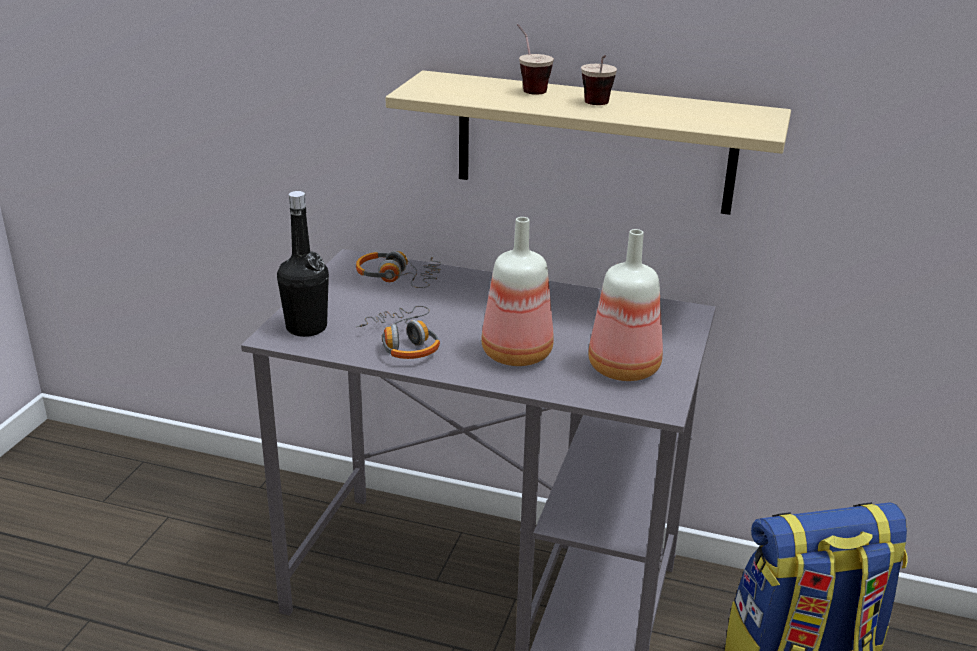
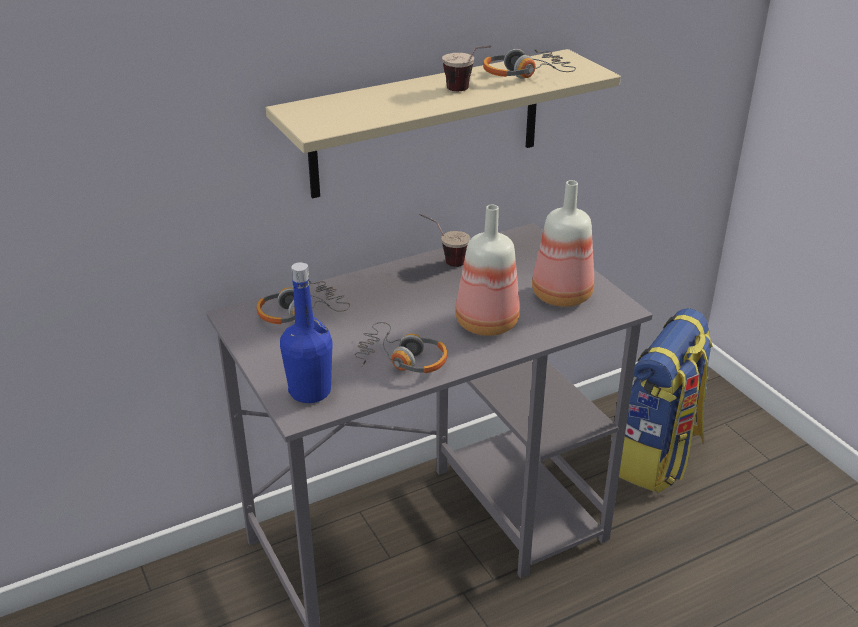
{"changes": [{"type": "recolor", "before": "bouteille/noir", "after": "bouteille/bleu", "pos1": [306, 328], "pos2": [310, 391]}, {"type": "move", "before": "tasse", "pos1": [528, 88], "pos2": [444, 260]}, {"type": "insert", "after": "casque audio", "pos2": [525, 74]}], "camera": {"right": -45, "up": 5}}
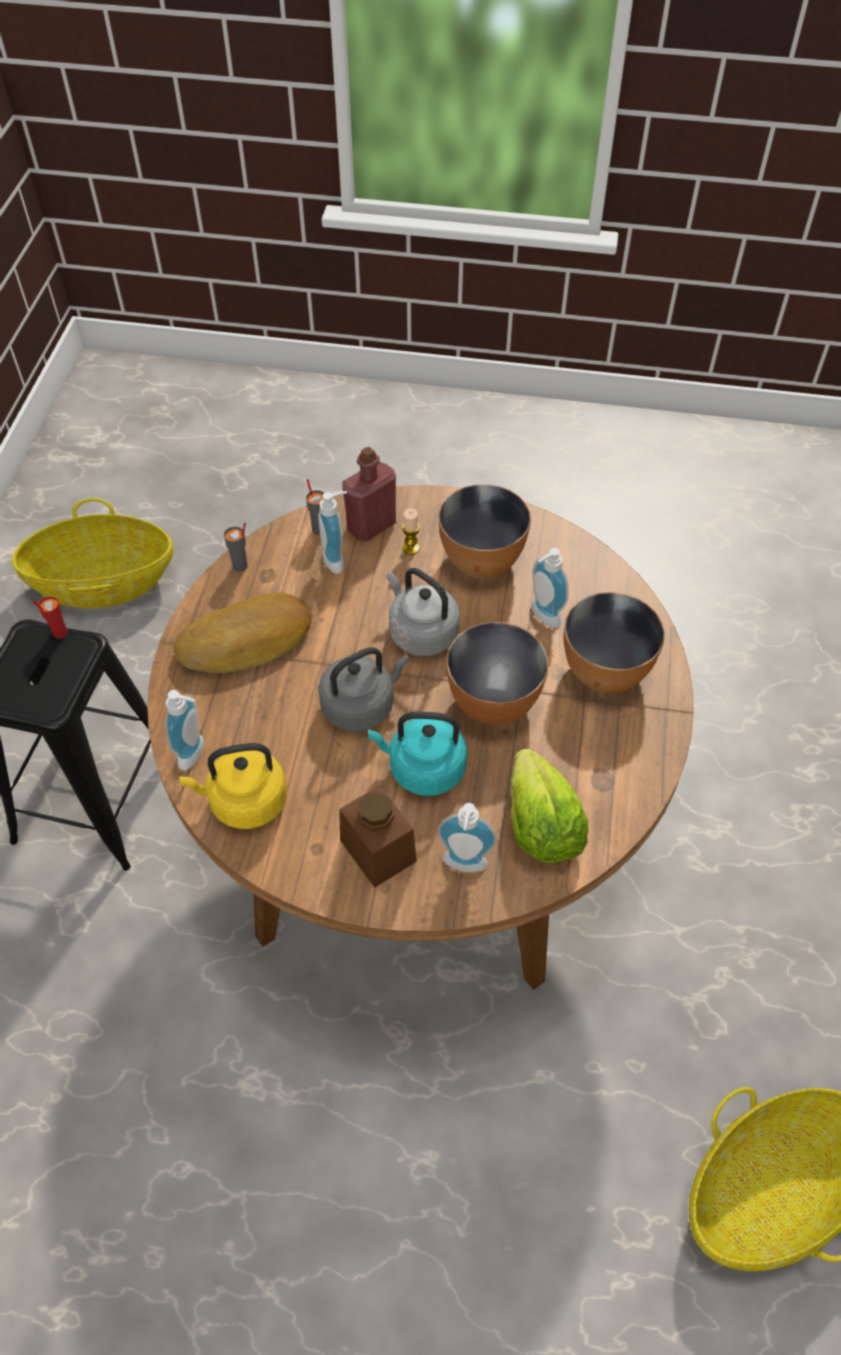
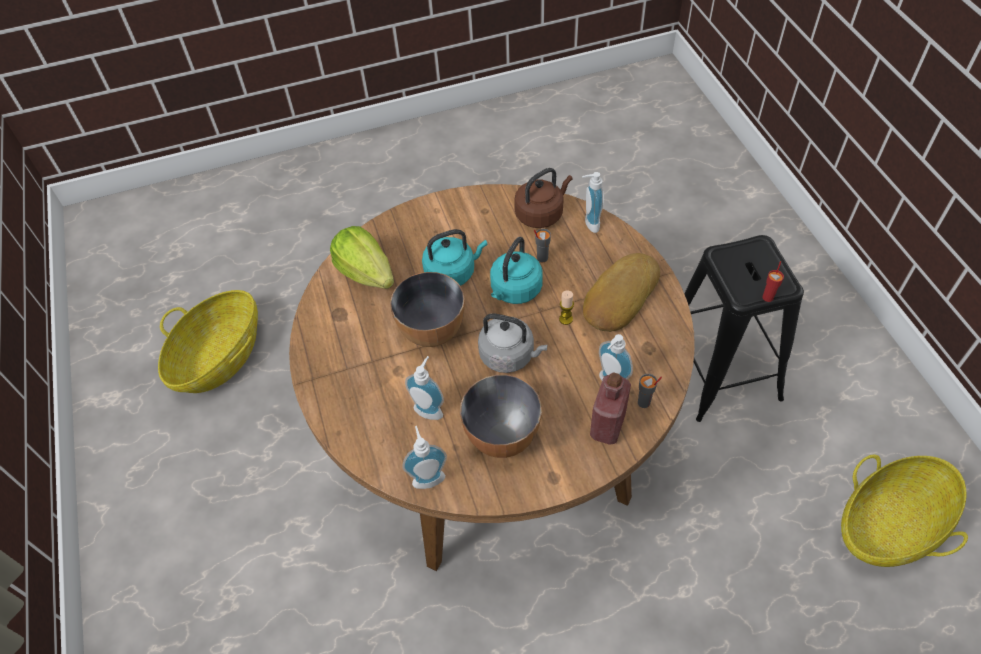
{"changes": [{"type": "move", "before": "distributeur de savon", "pos1": [464, 866], "pos2": [427, 477]}, {"type": "recolor", "before": "bouilloire/gris", "after": "bouilloire/turquoise", "pos1": [361, 705], "pos2": [515, 291]}, {"type": "recolor", "before": "bouilloire/jaune", "after": "bouilloire/marron", "pos1": [244, 802], "pos2": [541, 214]}, {"type": "move", "before": "tasse/gris", "pos1": [240, 566], "pos2": [542, 258]}, {"type": "move", "before": "bougie", "pos1": [411, 548], "pos2": [566, 319]}, {"type": "delete", "before": "bocal/marron", "pos1": [378, 850]}, {"type": "delete", "before": "bol", "pos1": [606, 671]}], "camera": {"right": 155, "up": 0}}
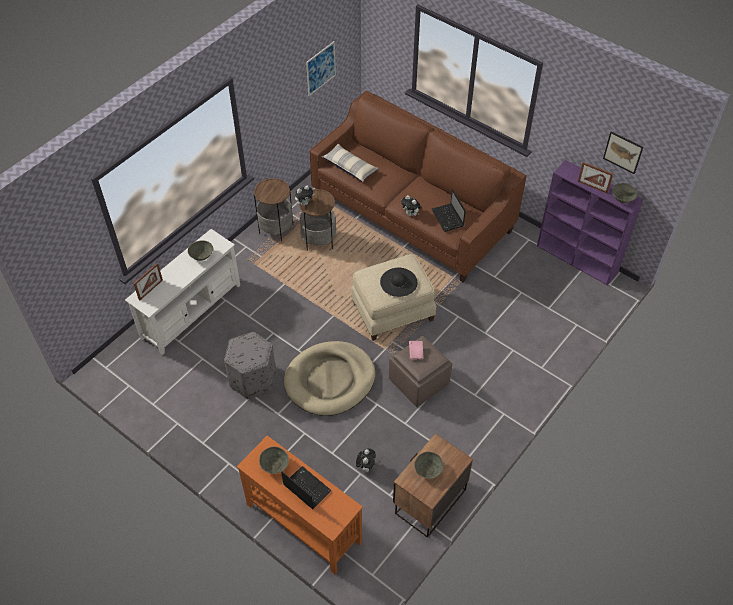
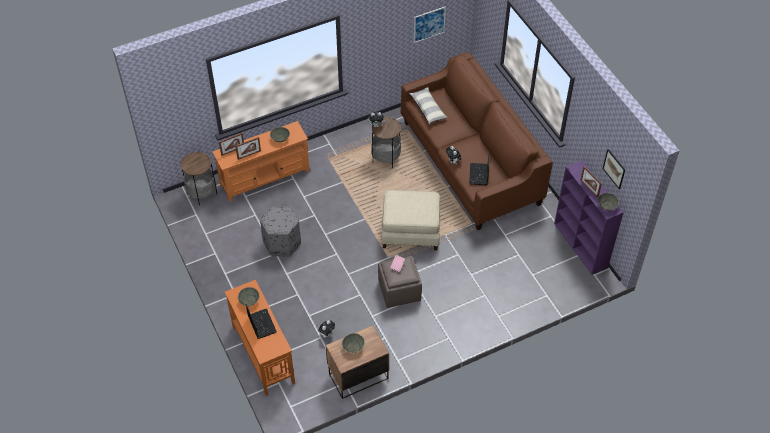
{"changes": [{"type": "move", "before": "table d'appoint", "pos1": [276, 229], "pos2": [202, 193]}, {"type": "recolor", "before": "meuble télé/blanc", "after": "meuble télé/orange", "pos1": [191, 311], "pos2": [265, 178]}, {"type": "insert", "after": "cadre photo", "pos2": [249, 155]}, {"type": "delete", "before": "panier pour chien/beige", "pos1": [330, 380]}, {"type": "delete", "before": "chapeau/noir", "pos1": [398, 282]}], "camera": {"right": 25, "up": 0}}
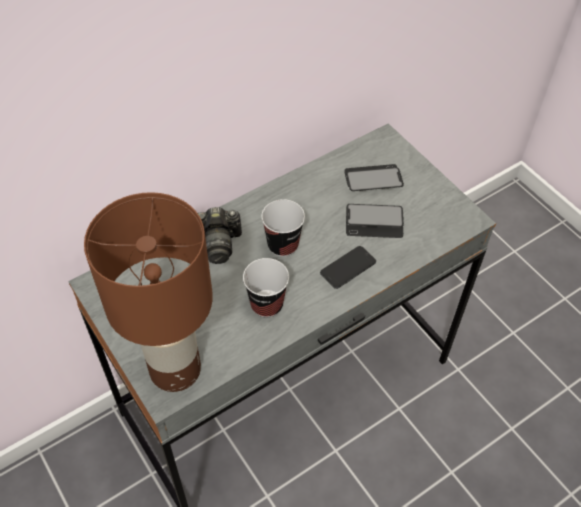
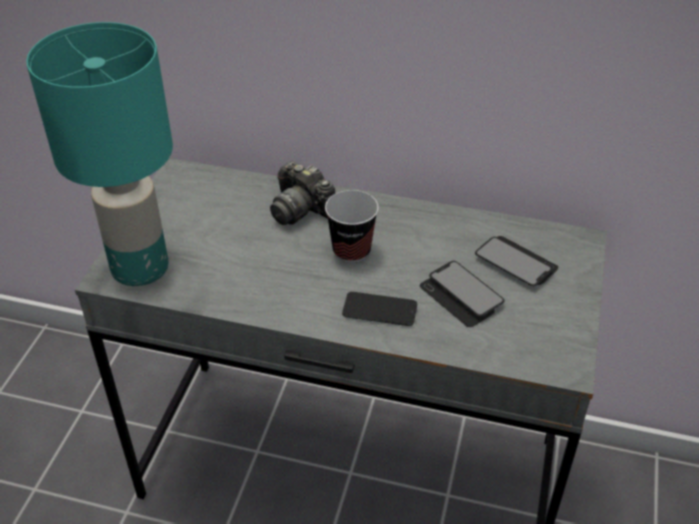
{"changes": [{"type": "recolor", "before": "lampe de table/marron", "after": "lampe de table/turquoise", "pos1": [174, 370], "pos2": [138, 267]}, {"type": "delete", "before": "tasse", "pos1": [266, 304]}], "camera": {"right": 50, "up": -10}}
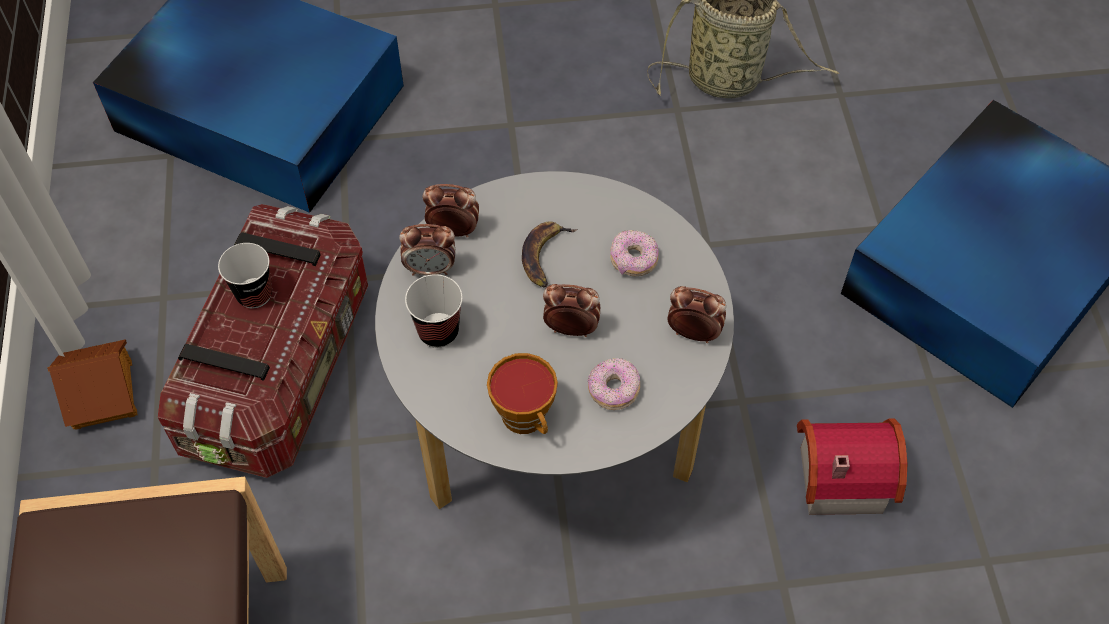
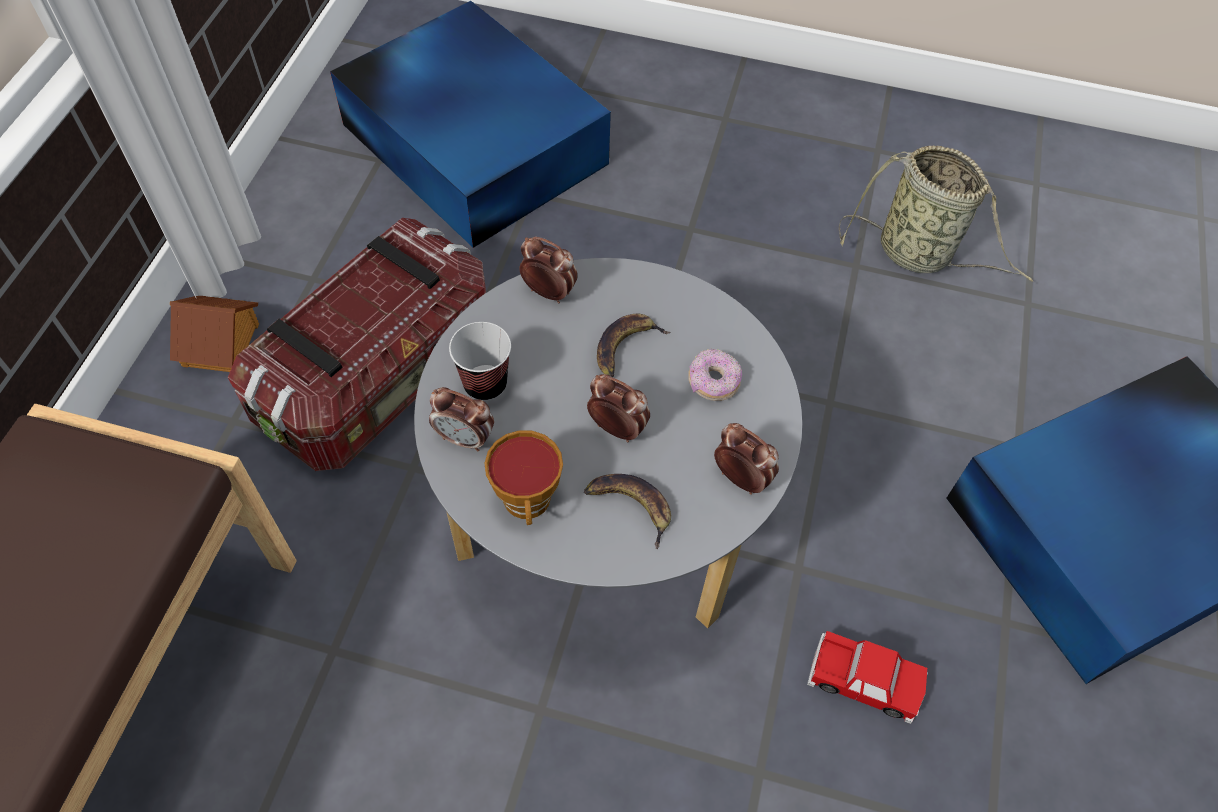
{"changes": [{"type": "move", "before": "réveil", "pos1": [430, 269], "pos2": [465, 438]}, {"type": "replace", "before": "beignet", "after": "banane", "pos1": [613, 390], "pos2": [629, 506]}, {"type": "replace", "before": "maison miniature", "after": "petite voiture", "pos1": [837, 474], "pos2": [865, 680]}, {"type": "delete", "before": "tasse", "pos1": [254, 294]}], "camera": {"right": 20, "up": 0}}
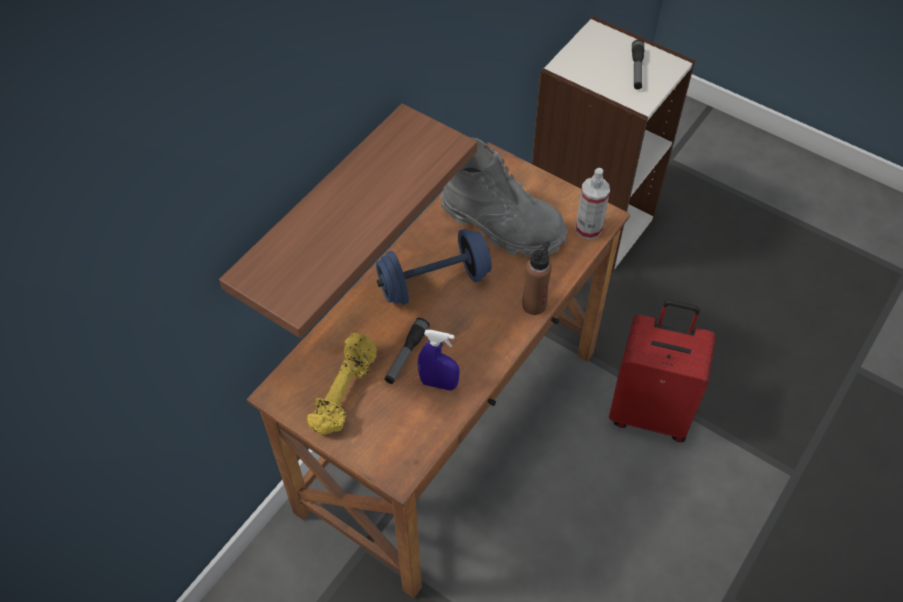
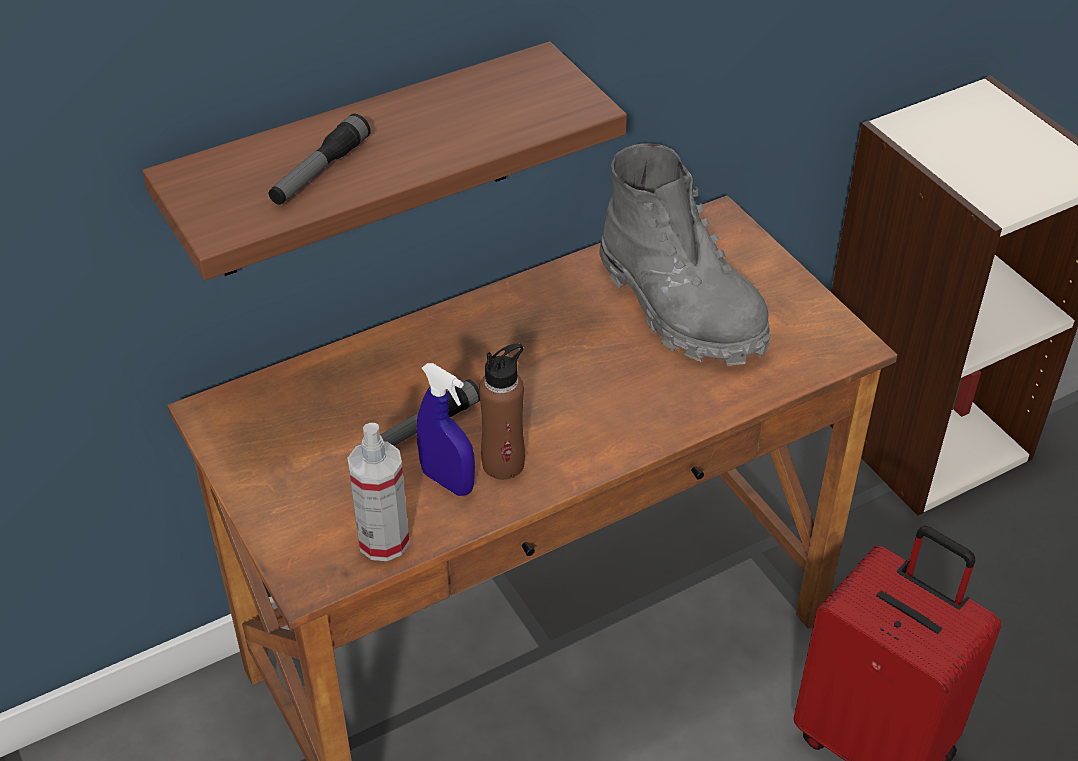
{"changes": [{"type": "move", "before": "lampe de poche", "pos1": [637, 70], "pos2": [320, 171]}, {"type": "move", "before": "vaporisateur", "pos1": [588, 229], "pos2": [383, 541]}, {"type": "move", "before": "bouteille/marron", "pos1": [534, 305], "pos2": [503, 463]}, {"type": "delete", "before": "haltère/jaune", "pos1": [345, 393]}, {"type": "delete", "before": "haltère/bleu", "pos1": [434, 282]}], "camera": {"right": 25, "up": -10}}
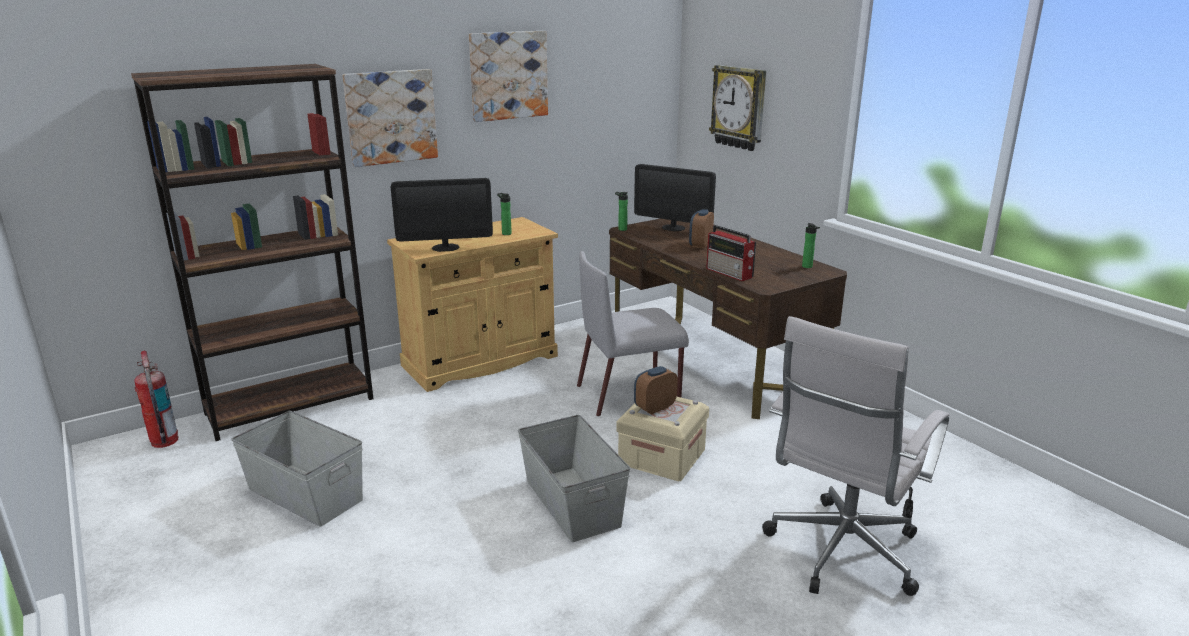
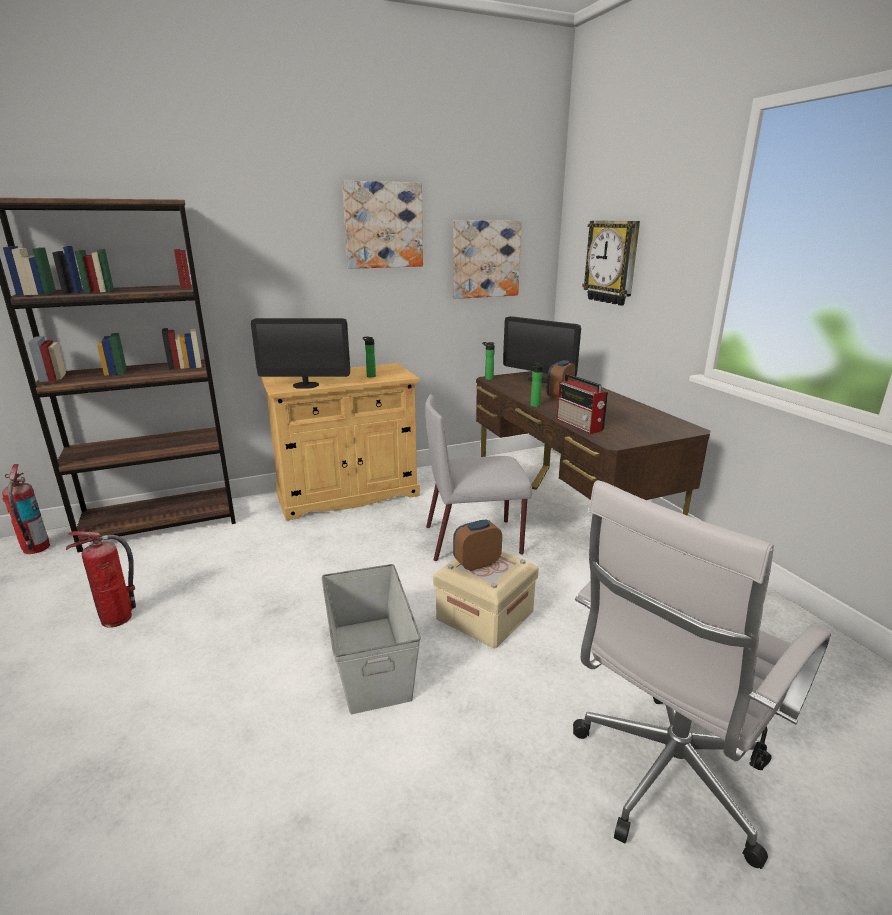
{"changes": [{"type": "replace", "before": "boîte de rangement/gris", "after": "extincteur", "pos1": [305, 494], "pos2": [117, 618]}, {"type": "move", "before": "tableau", "pos1": [391, 117], "pos2": [485, 259]}, {"type": "move", "before": "bouteille", "pos1": [808, 267], "pos2": [536, 406]}], "camera": {"right": 10, "up": 0}}
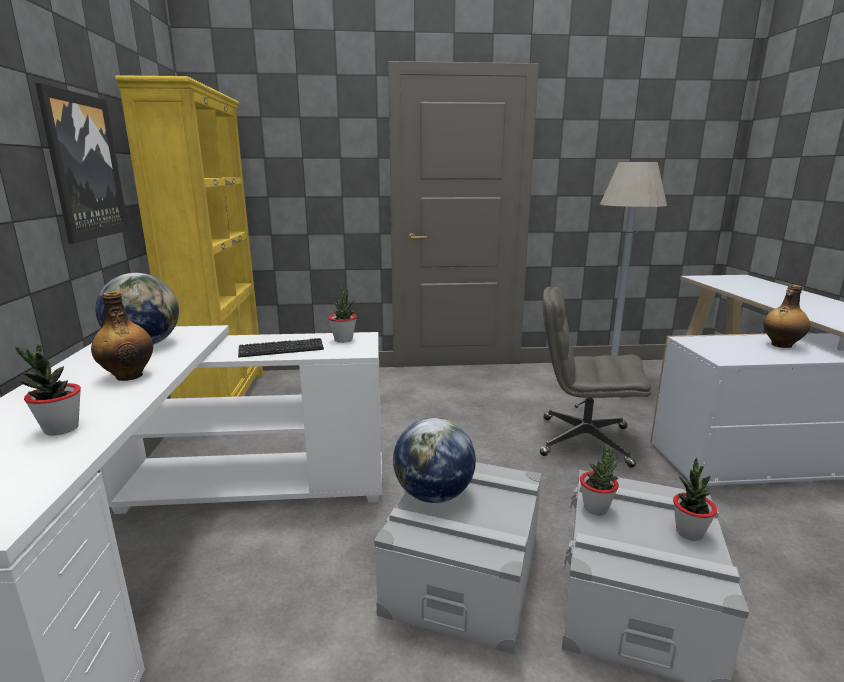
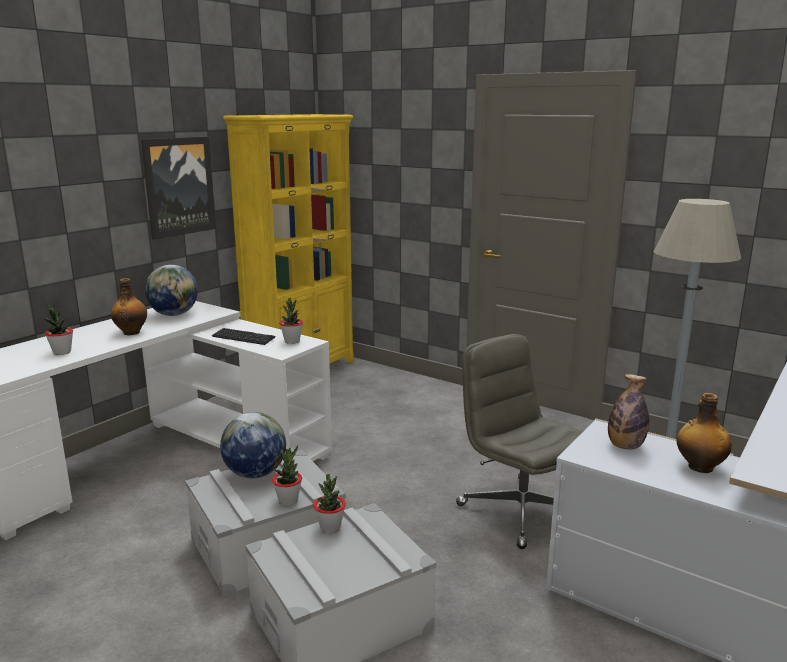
{"changes": [{"type": "move", "before": "plante en pot", "pos1": [689, 532], "pos2": [288, 500]}, {"type": "insert", "after": "bouteille", "pos2": [625, 446]}], "camera": {"right": 40, "up": 0}}
